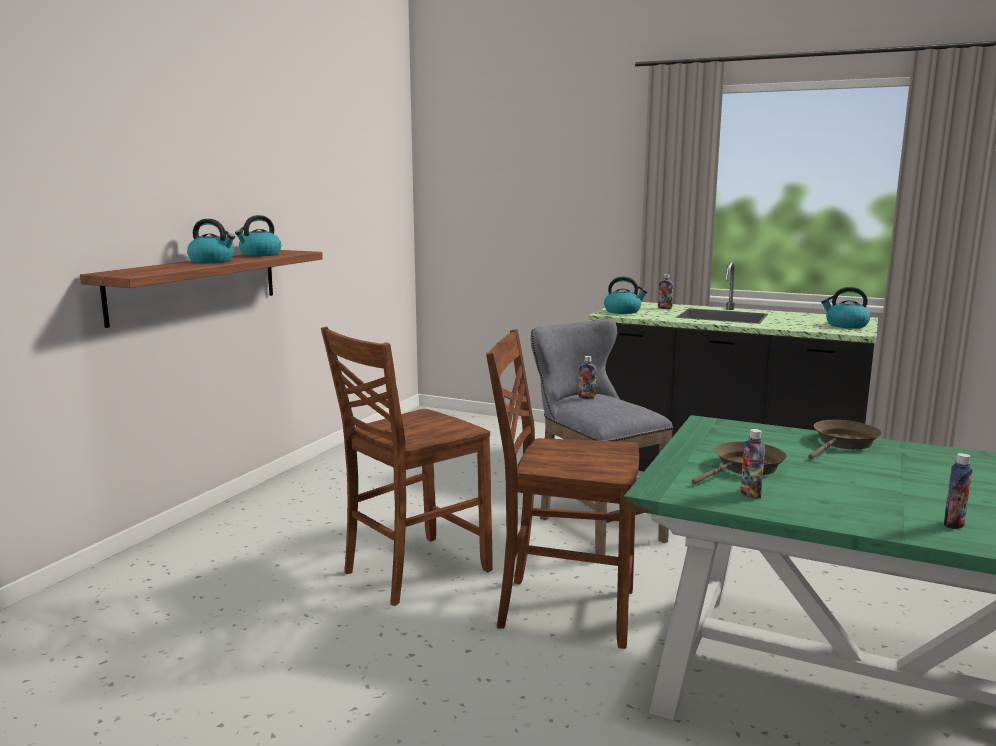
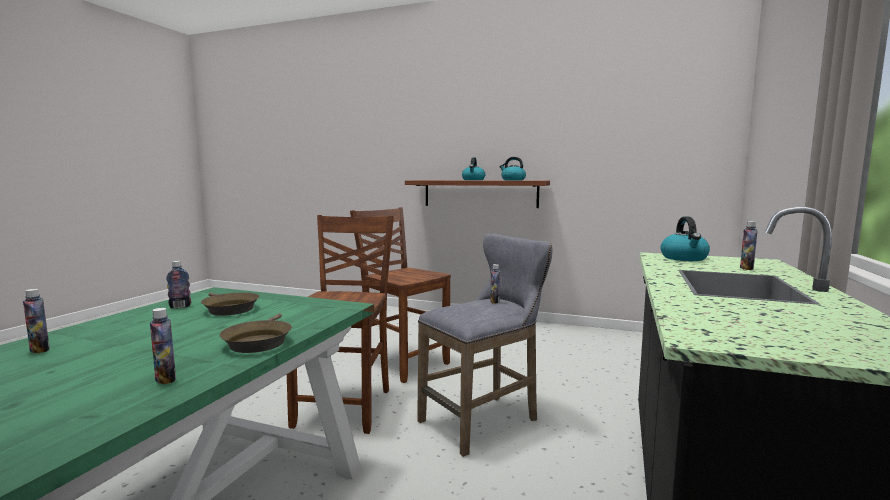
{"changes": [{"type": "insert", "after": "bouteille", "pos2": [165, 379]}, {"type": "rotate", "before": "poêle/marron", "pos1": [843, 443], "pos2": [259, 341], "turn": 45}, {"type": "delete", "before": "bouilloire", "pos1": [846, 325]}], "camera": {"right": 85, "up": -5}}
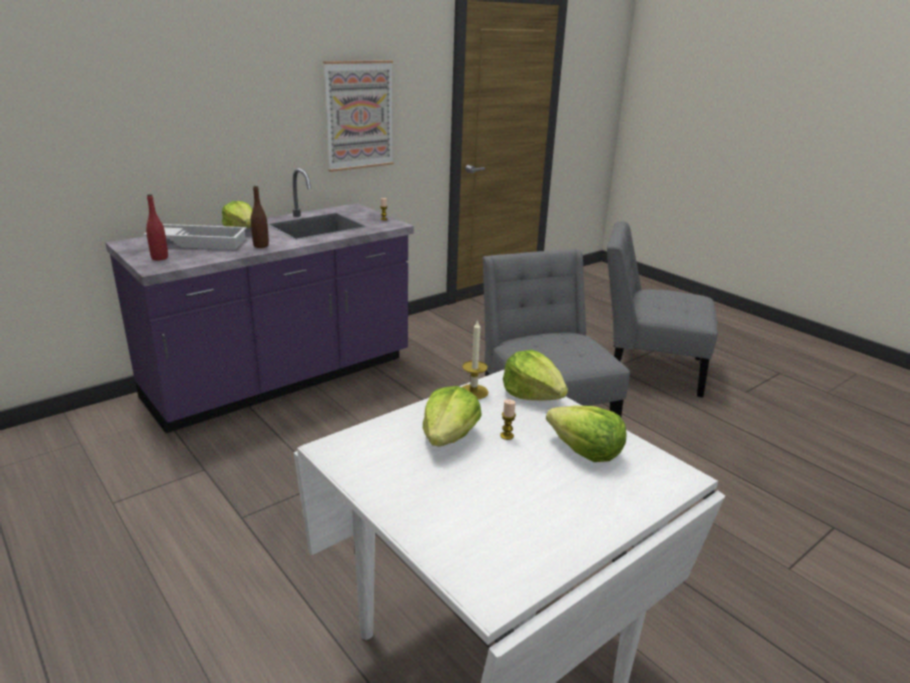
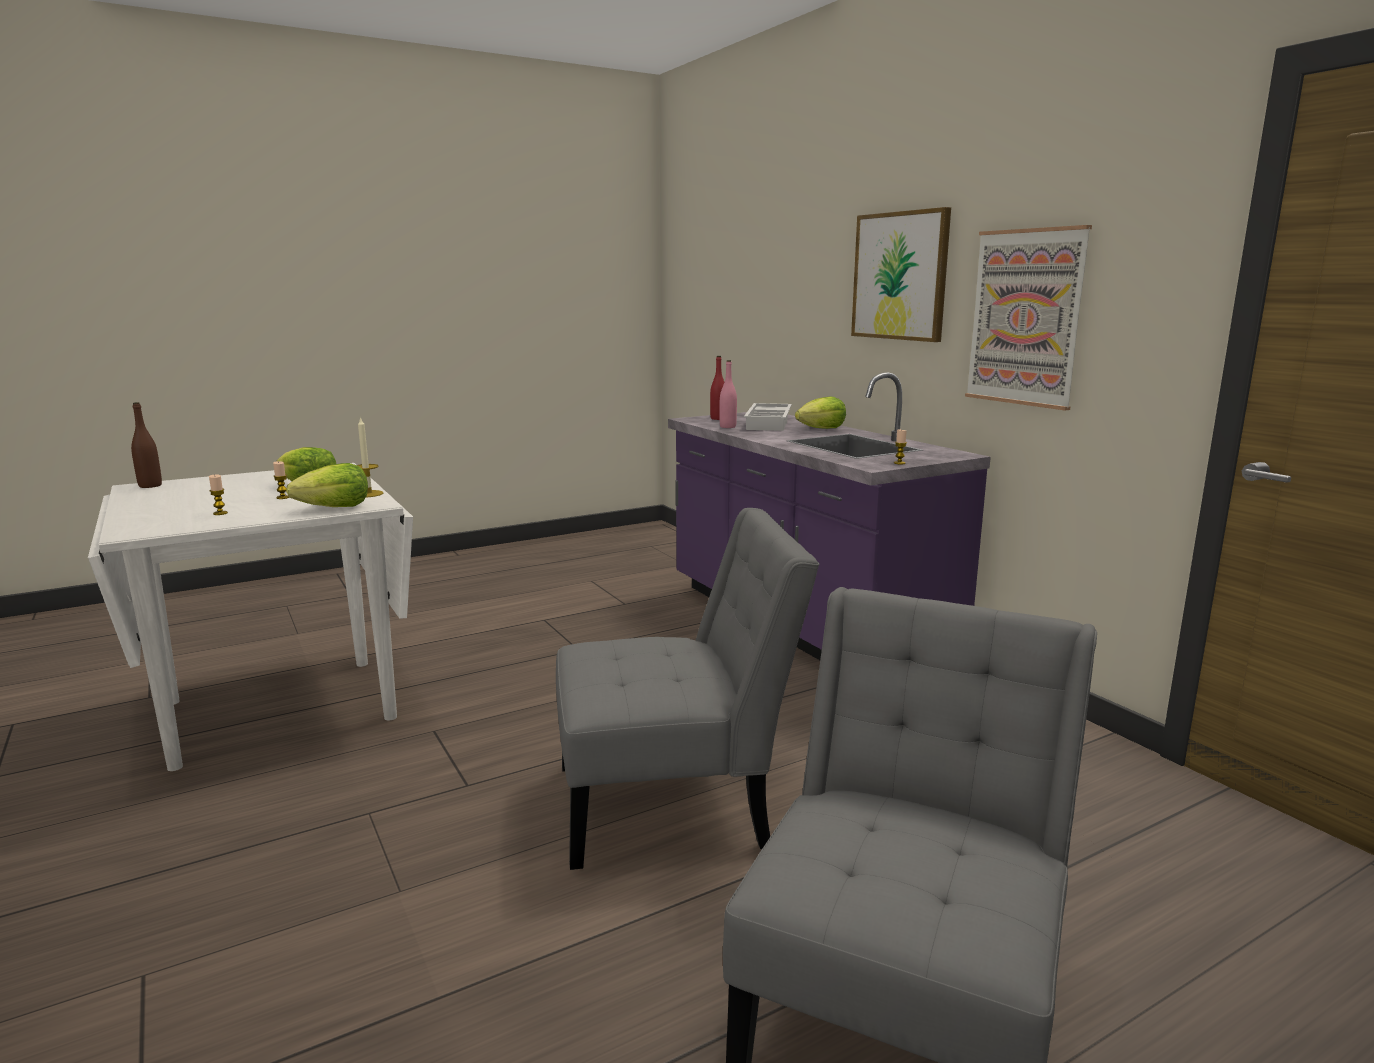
{"changes": [{"type": "move", "before": "bouteille/marron", "pos1": [261, 246], "pos2": [150, 486]}, {"type": "replace", "before": "laitue", "after": "bougie", "pos1": [585, 451], "pos2": [220, 513]}, {"type": "insert", "after": "bouteille/rose", "pos2": [727, 427]}, {"type": "insert", "after": "tableau", "pos2": [900, 276]}], "camera": {"right": 100, "up": -10}}
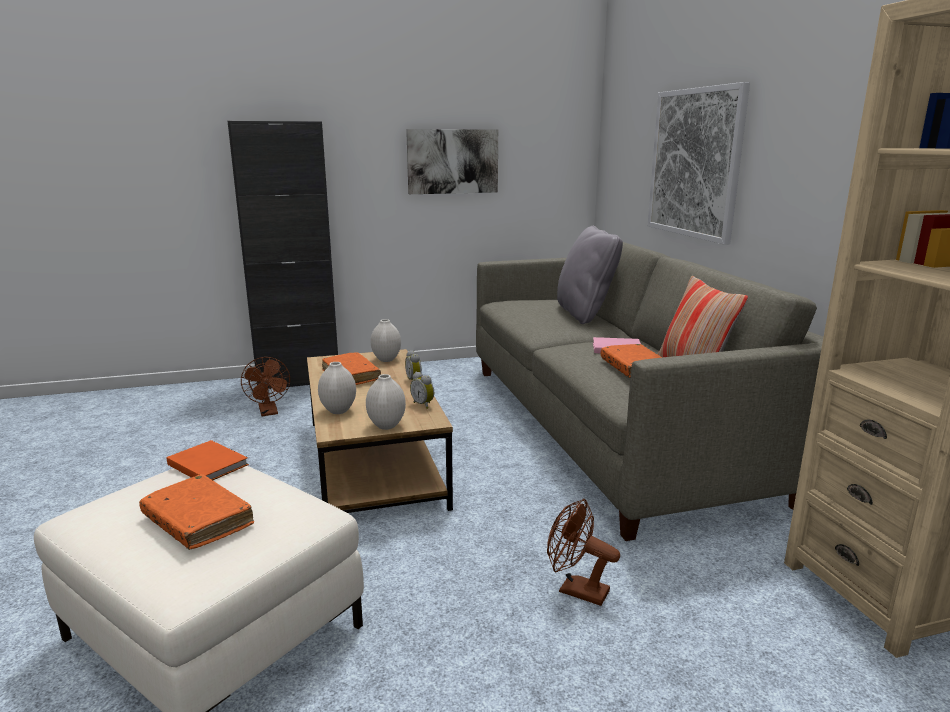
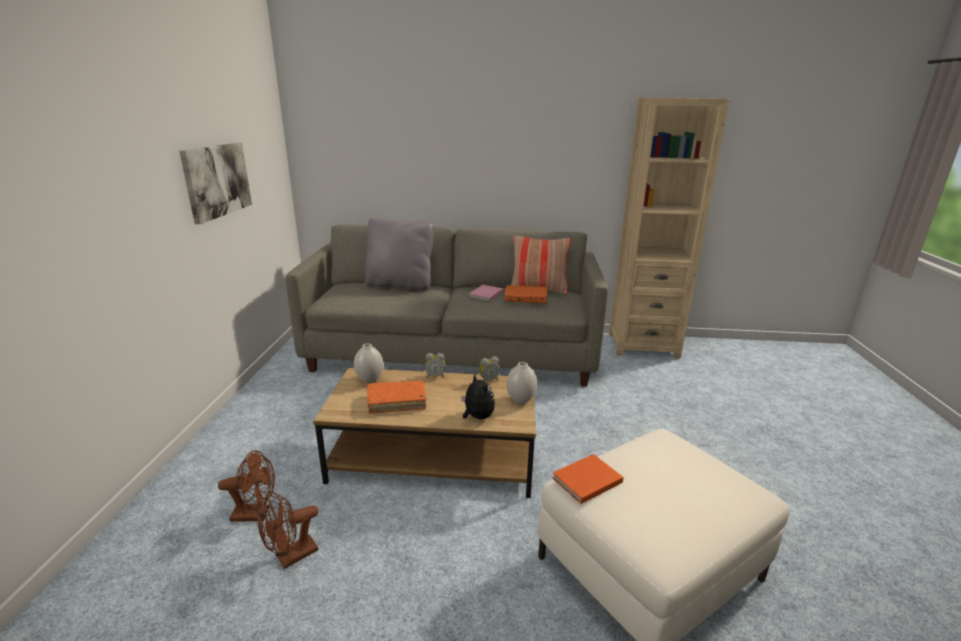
{"changes": [{"type": "move", "before": "ventilateur/marron", "pos1": [576, 590], "pos2": [291, 557]}, {"type": "replace", "before": "vase/blanc", "after": "peluche", "pos1": [338, 411], "pos2": [477, 417]}, {"type": "delete", "before": "livre/orange", "pos1": [198, 521]}, {"type": "delete", "before": "meuble de rangement/noir", "pos1": [299, 381]}, {"type": "delete", "before": "tableau", "pos1": [695, 163]}], "camera": {"right": -70, "up": 5}}
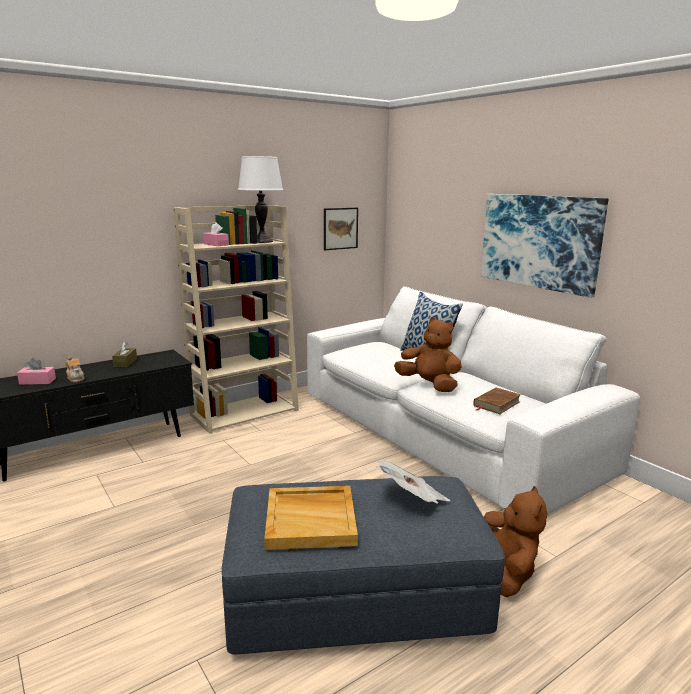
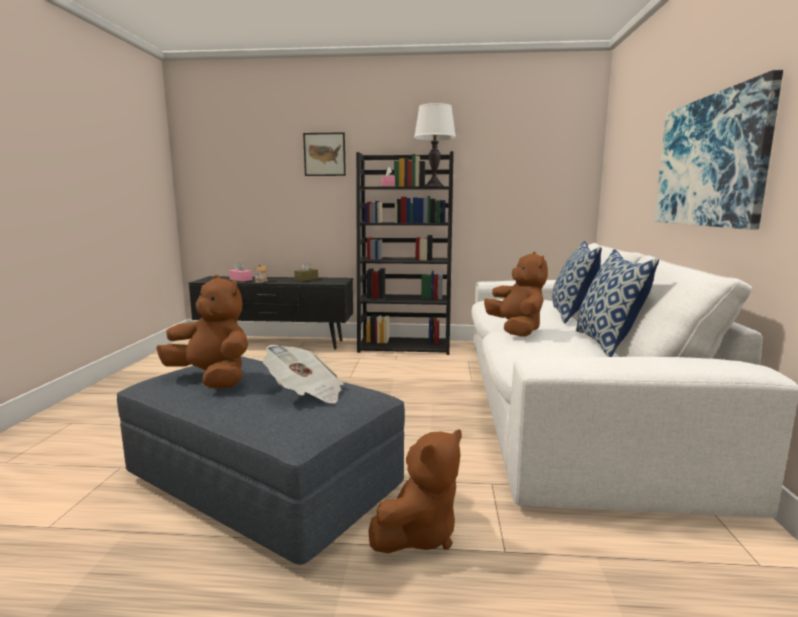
{"changes": [{"type": "replace", "before": "plateau/beige", "after": "peluche/marron", "pos1": [311, 520], "pos2": [212, 379]}, {"type": "move", "before": "tableau", "pos1": [340, 228], "pos2": [324, 154]}, {"type": "recolor", "before": "bibliothèque/beige", "after": "bibliothèque/noir", "pos1": [245, 412], "pos2": [405, 346]}, {"type": "insert", "after": "coussin", "pos2": [607, 344]}, {"type": "delete", "before": "livre/marron", "pos1": [496, 404]}], "camera": {"right": 40, "up": -5}}
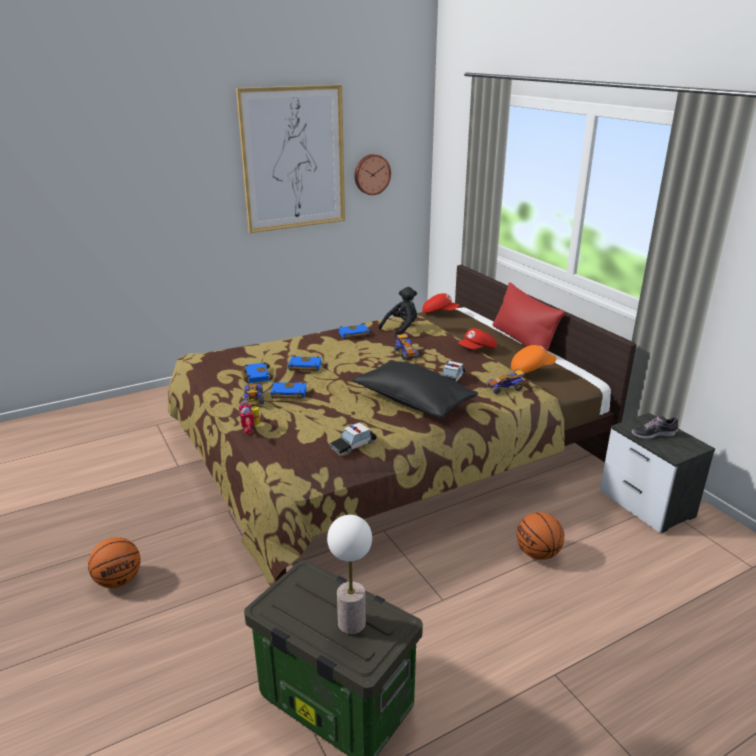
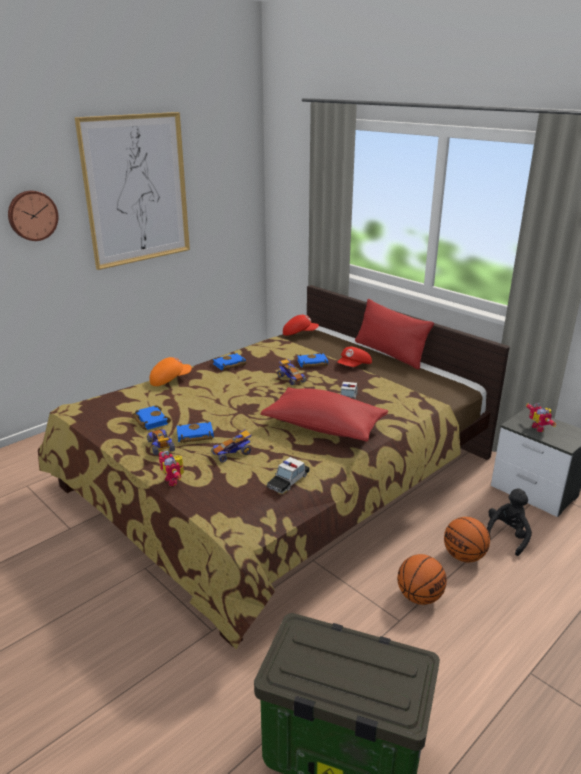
{"changes": [{"type": "move", "before": "horloge murale", "pos1": [371, 174], "pos2": [32, 215]}, {"type": "move", "before": "casquette/orange", "pos1": [531, 368], "pos2": [170, 380]}, {"type": "move", "before": "petite voiture", "pos1": [505, 388], "pos2": [232, 453]}, {"type": "recolor", "before": "coussin/noir", "after": "coussin/rouge", "pos1": [413, 402], "pos2": [324, 427]}, {"type": "move", "before": "livre/bleu", "pos1": [304, 367], "pos2": [312, 363]}, {"type": "move", "before": "ballon de basket", "pos1": [118, 581], "pos2": [419, 597]}, {"type": "move", "before": "peluche/noir", "pos1": [401, 329], "pos2": [507, 536]}, {"type": "replace", "before": "chaussure", "after": "robot jouet", "pos1": [653, 434], "pos2": [539, 428]}, {"type": "delete", "before": "lampe de table", "pos1": [352, 623]}], "camera": {"right": -15, "up": 0}}
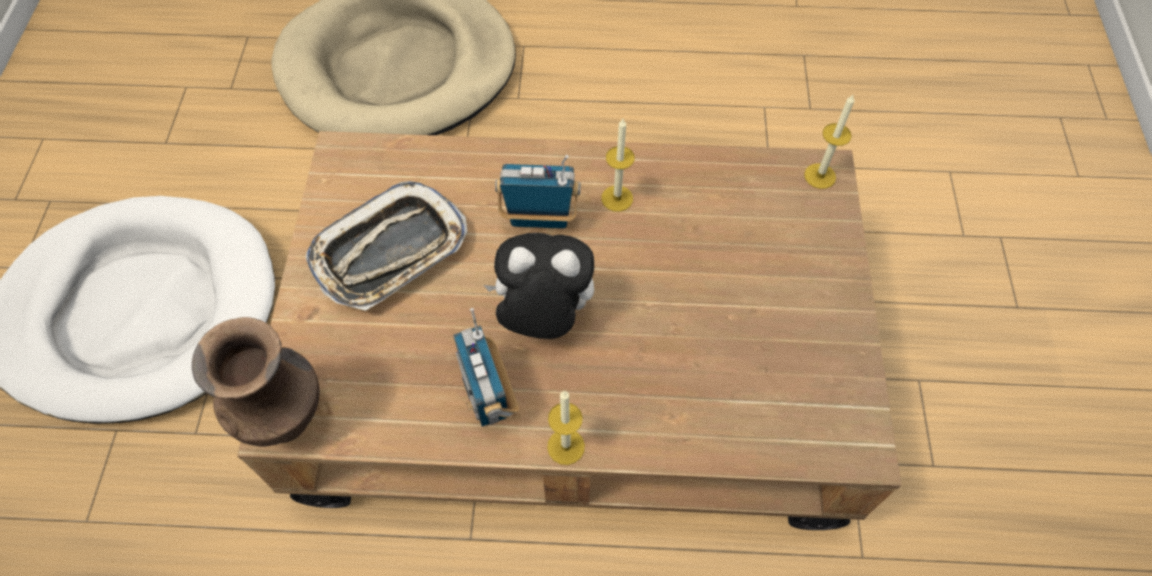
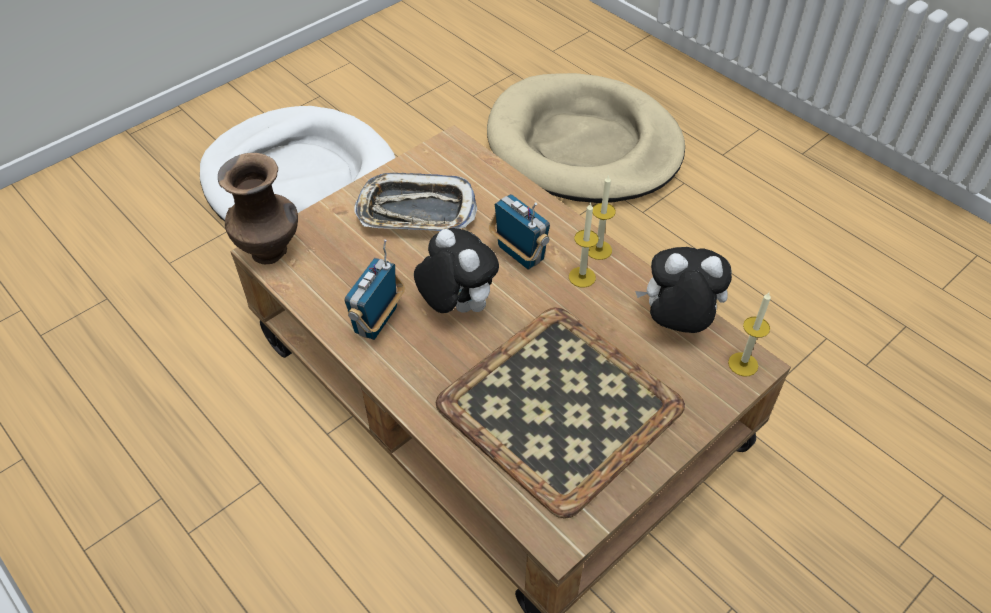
{"changes": [{"type": "insert", "after": "plateau", "pos2": [559, 403]}, {"type": "move", "before": "bougie", "pos1": [566, 446], "pos2": [598, 250]}, {"type": "insert", "after": "peluche", "pos2": [676, 323]}], "camera": {"right": 45, "up": -10}}
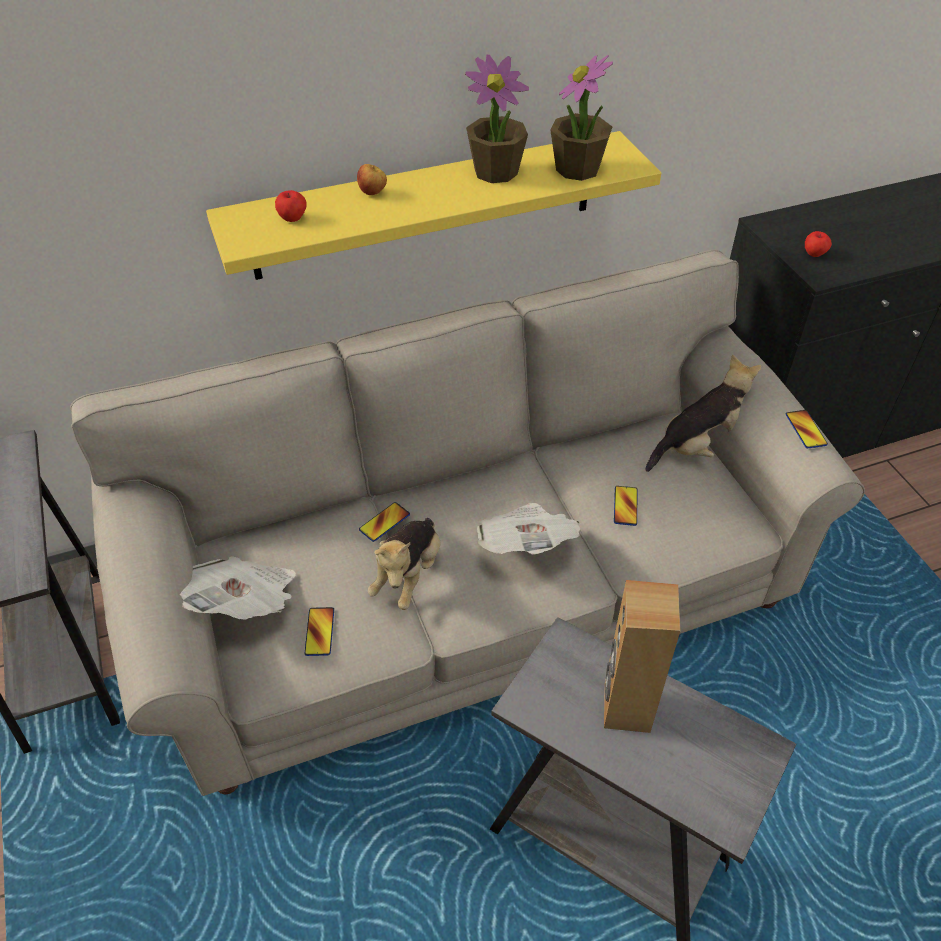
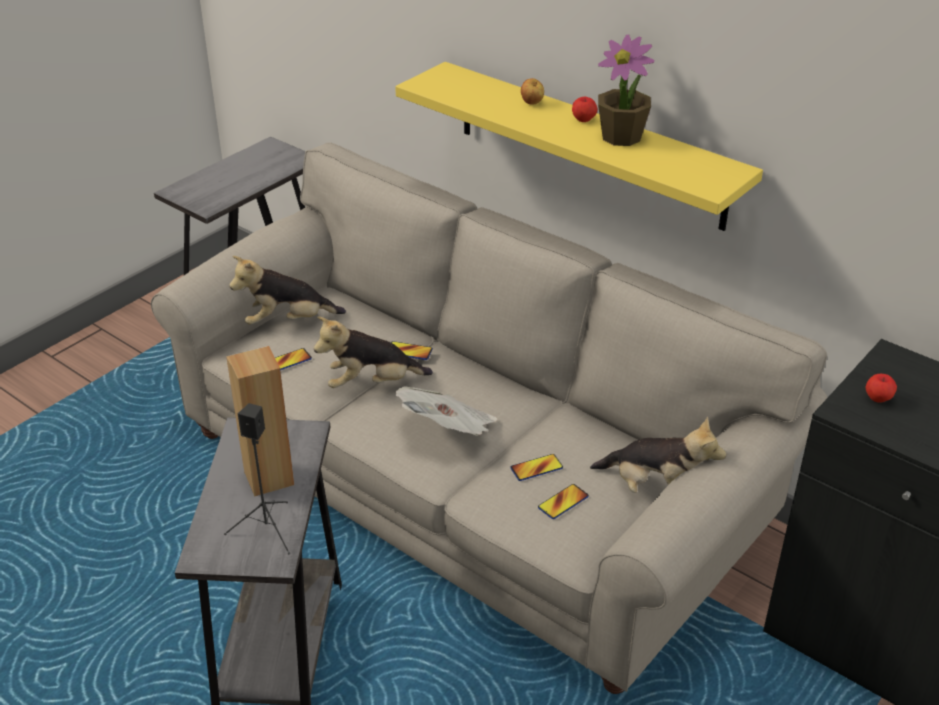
{"changes": [{"type": "insert", "after": "enceinte/noir", "pos2": [267, 530]}, {"type": "replace", "before": "journal", "after": "peluche", "pos1": [244, 604], "pos2": [287, 321]}, {"type": "move", "before": "téléphone", "pos1": [805, 430], "pos2": [563, 502]}, {"type": "move", "before": "pomme", "pos1": [293, 218], "pos2": [583, 120]}, {"type": "delete", "before": "plante en pot", "pos1": [578, 169]}], "camera": {"right": 60, "up": -10}}
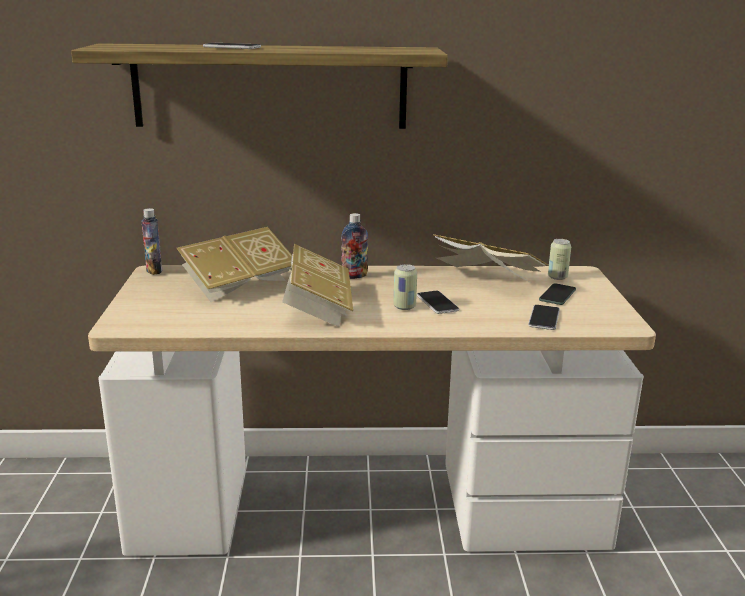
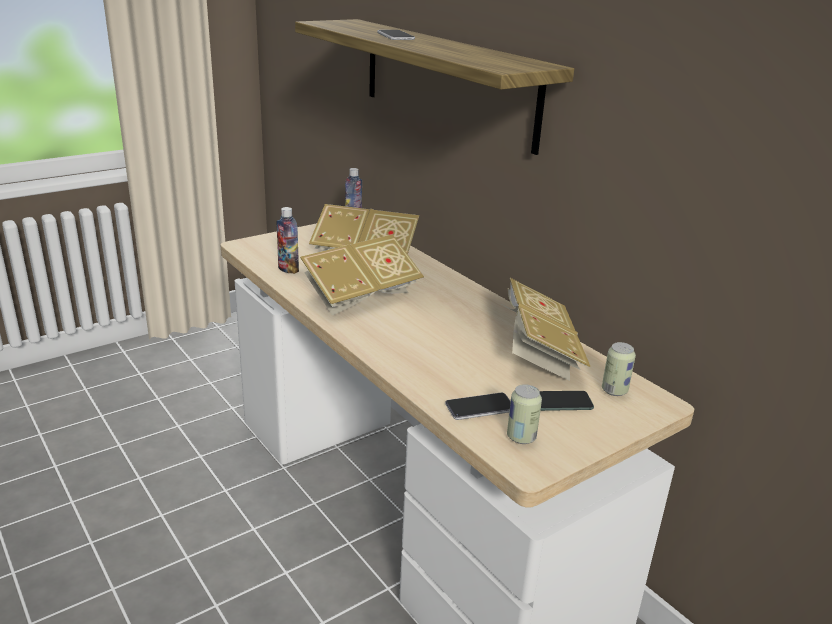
{"changes": [{"type": "move", "before": "bouteille", "pos1": [354, 276], "pos2": [288, 269]}, {"type": "move", "before": "boîte métallique", "pos1": [404, 307], "pos2": [521, 437]}, {"type": "delete", "before": "téléphone", "pos1": [437, 303]}], "camera": {"right": 55, "up": 5}}
